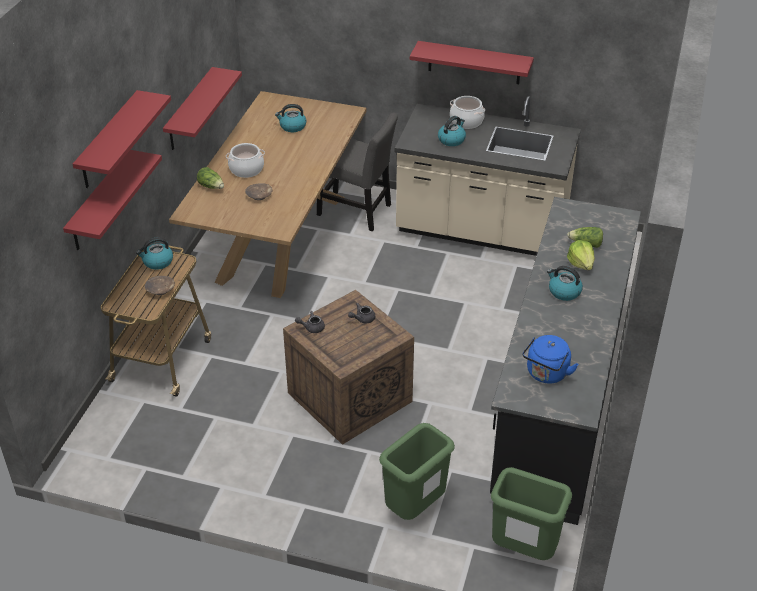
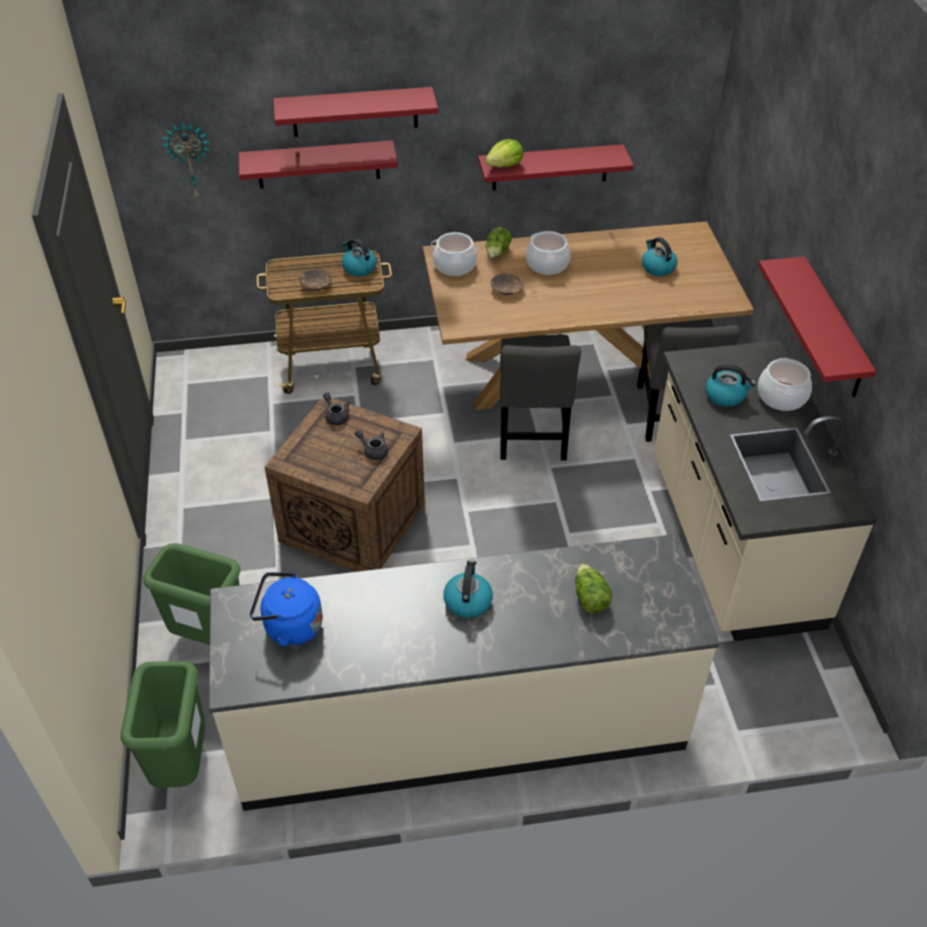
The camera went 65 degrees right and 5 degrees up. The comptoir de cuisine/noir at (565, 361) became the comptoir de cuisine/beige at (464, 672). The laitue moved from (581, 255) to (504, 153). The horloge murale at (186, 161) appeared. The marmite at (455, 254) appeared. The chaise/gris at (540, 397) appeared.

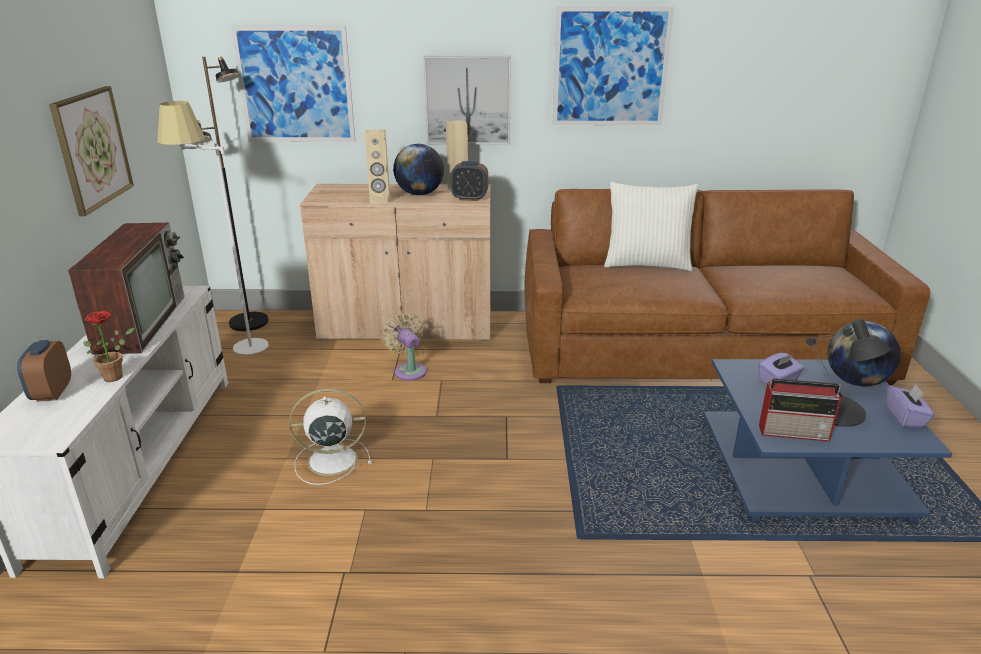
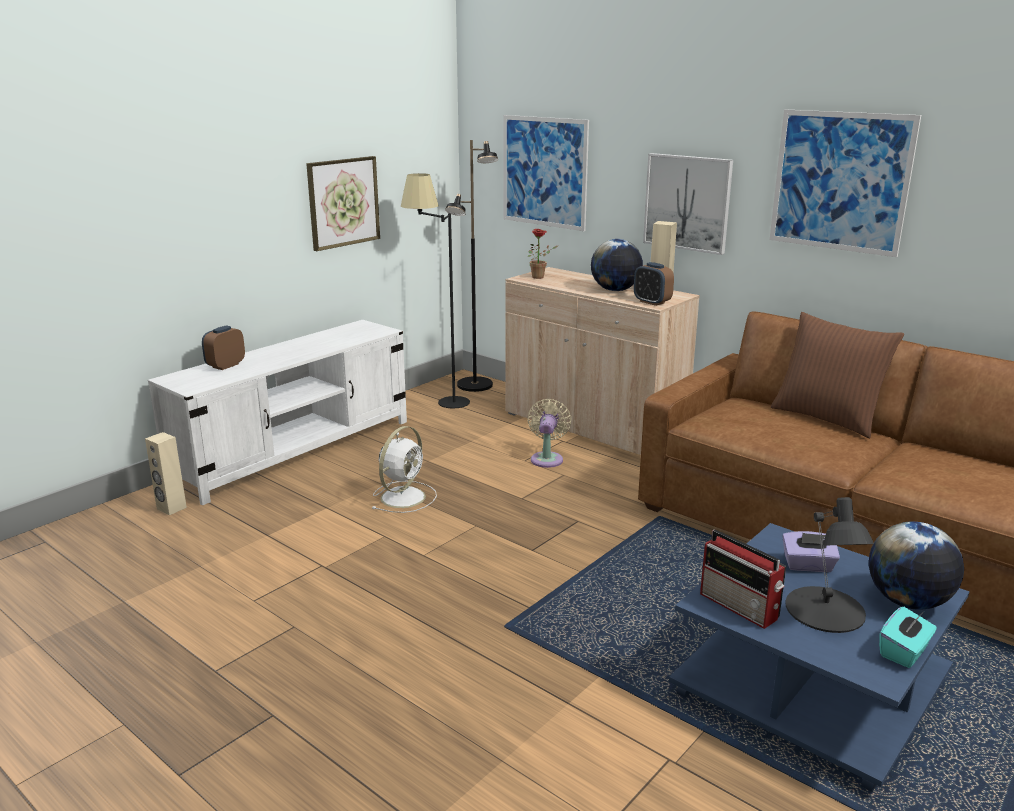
The camera went 40 degrees right and 5 degrees down. The lampadaire/blanc at (213, 228) became the lampadaire/noir at (435, 291). The enceinte/beige moved from (377, 167) to (166, 473). The coussin/blanc at (651, 226) became the coussin/marron at (837, 375). The téléviseur at (126, 289) disappeared. The plante en pot moved from (109, 346) to (543, 254). The boîte à mouchoirs/violet at (910, 405) became the boîte à mouchoirs/turquoise at (908, 637). The ventilateur/blanc at (330, 437) turned 90 degrees clockwise.

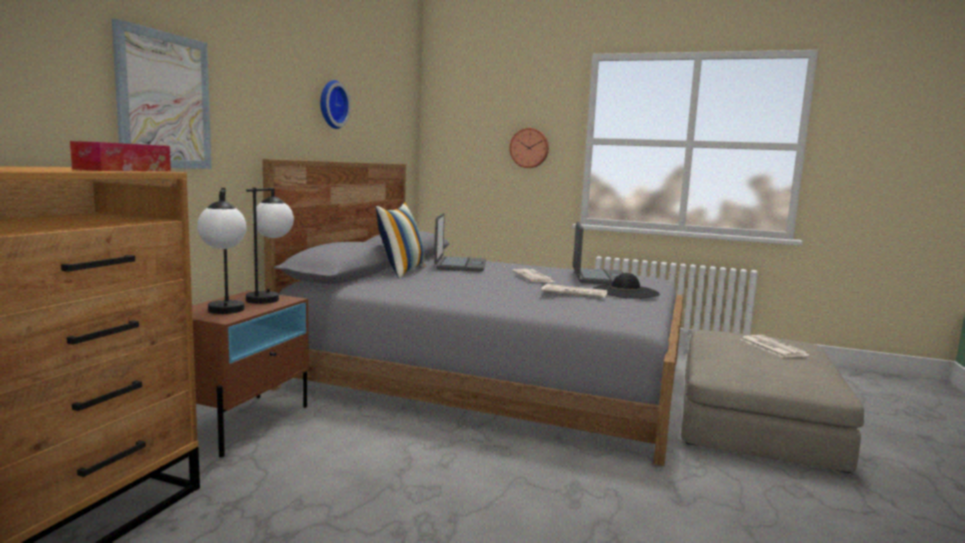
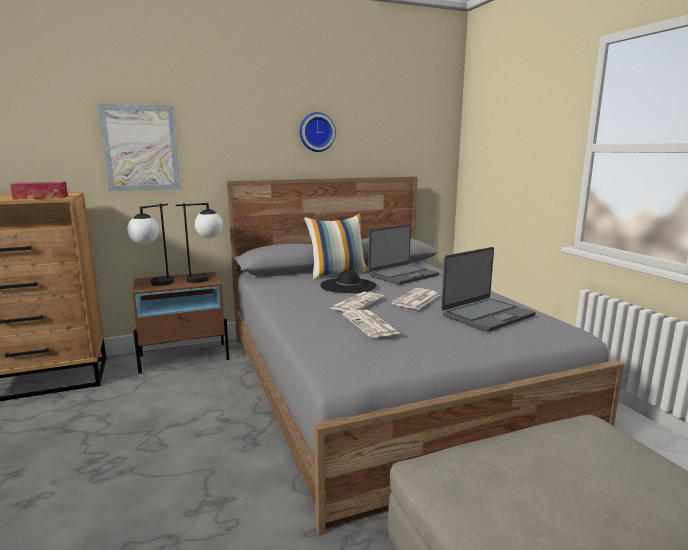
The camera went 50 degrees right and 5 degrees up. The horloge murale at (529, 148) disappeared. The chapeau/noir moved from (626, 286) to (349, 281). The journal moved from (775, 346) to (357, 302).

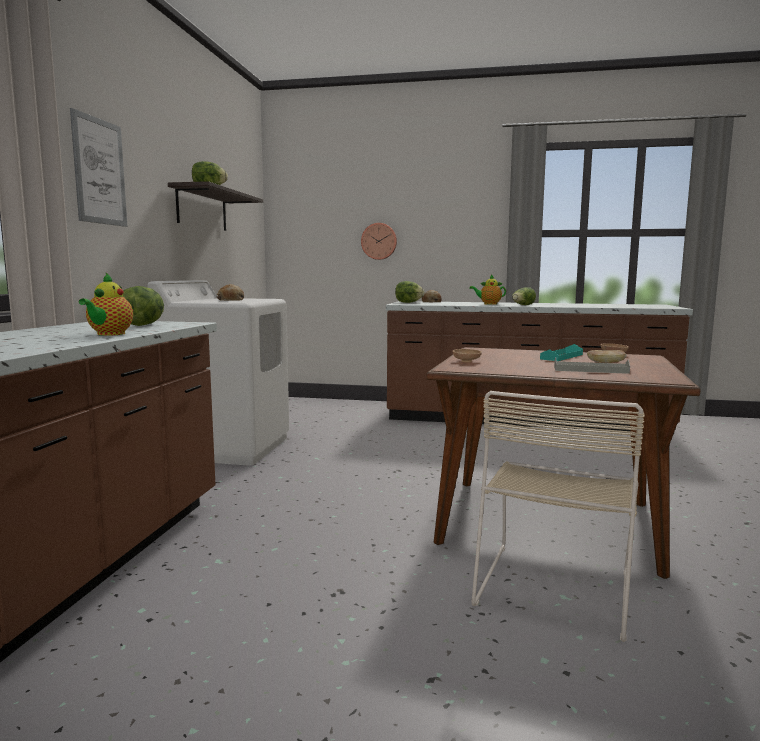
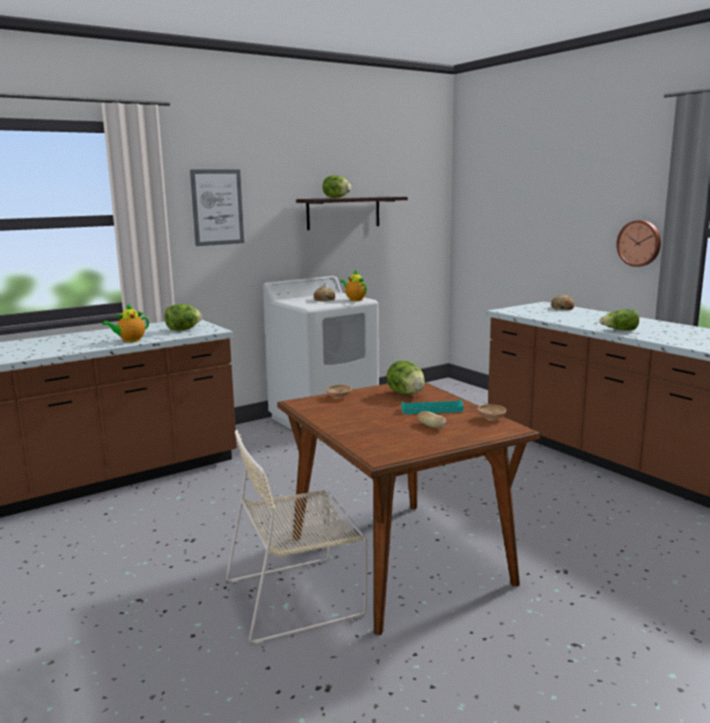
The camera went 45 degrees right and 5 degrees up. The horloge murale moved from (379, 241) to (638, 243). The théière moved from (487, 289) to (353, 285). The laitue moved from (409, 292) to (405, 378). The plateau/gris at (592, 365) disappeared.

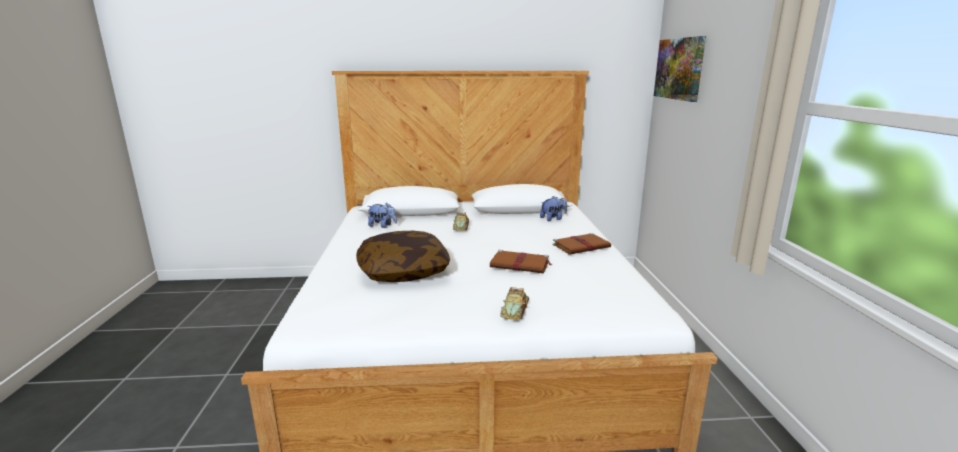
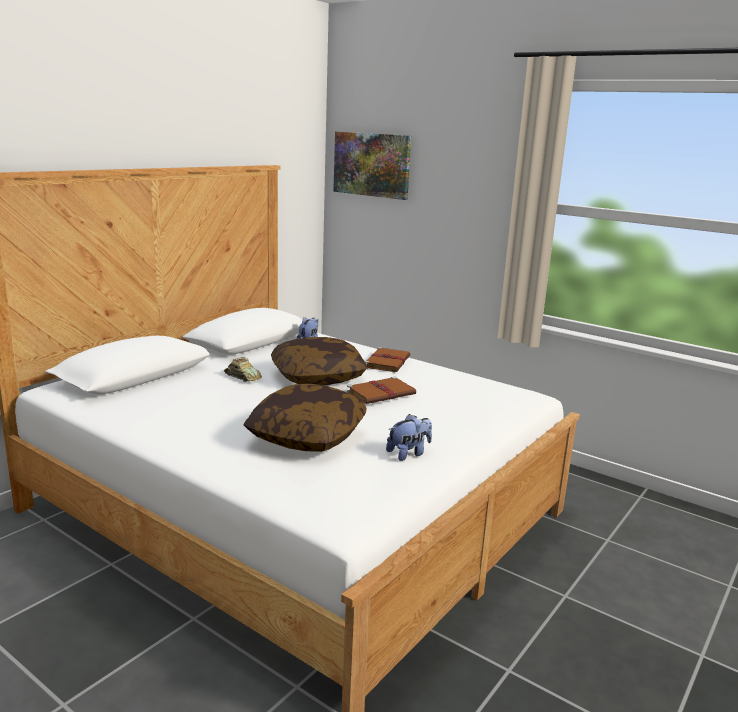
The camera went 50 degrees left and 0 degrees up. The peluche moved from (382, 215) to (409, 437). The petite voiture at (514, 303) disappeared. The coussin at (319, 361) appeared.

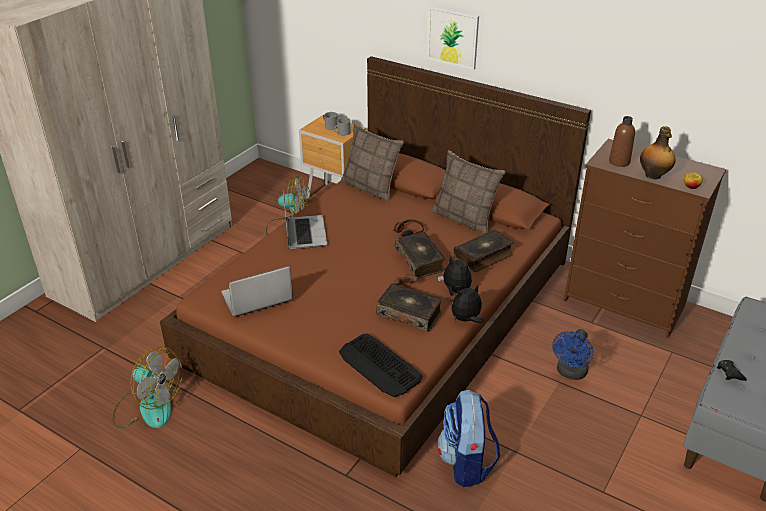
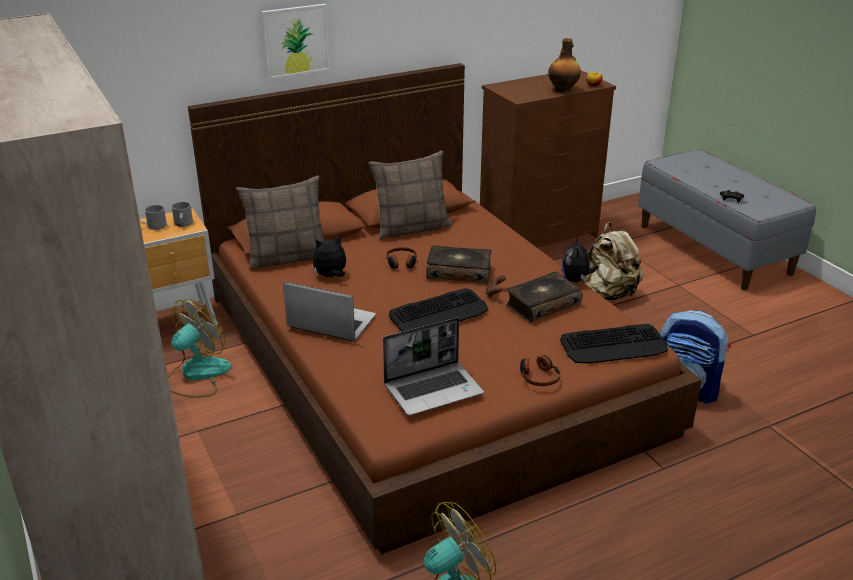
The camera went 60 degrees left and 5 degrees down. The bouteille/marron at (622, 141) disappeared. The livre at (483, 251) disappeared. The peluche moved from (455, 276) to (329, 256). The ordinateur portable at (257, 291) turned 120 degrees counterclockwise. The ventilateur/bleu at (573, 354) was replaced by the sac à dos/beige at (612, 261). The clavier at (438, 309) appeared. The casque audio at (540, 370) appeared.

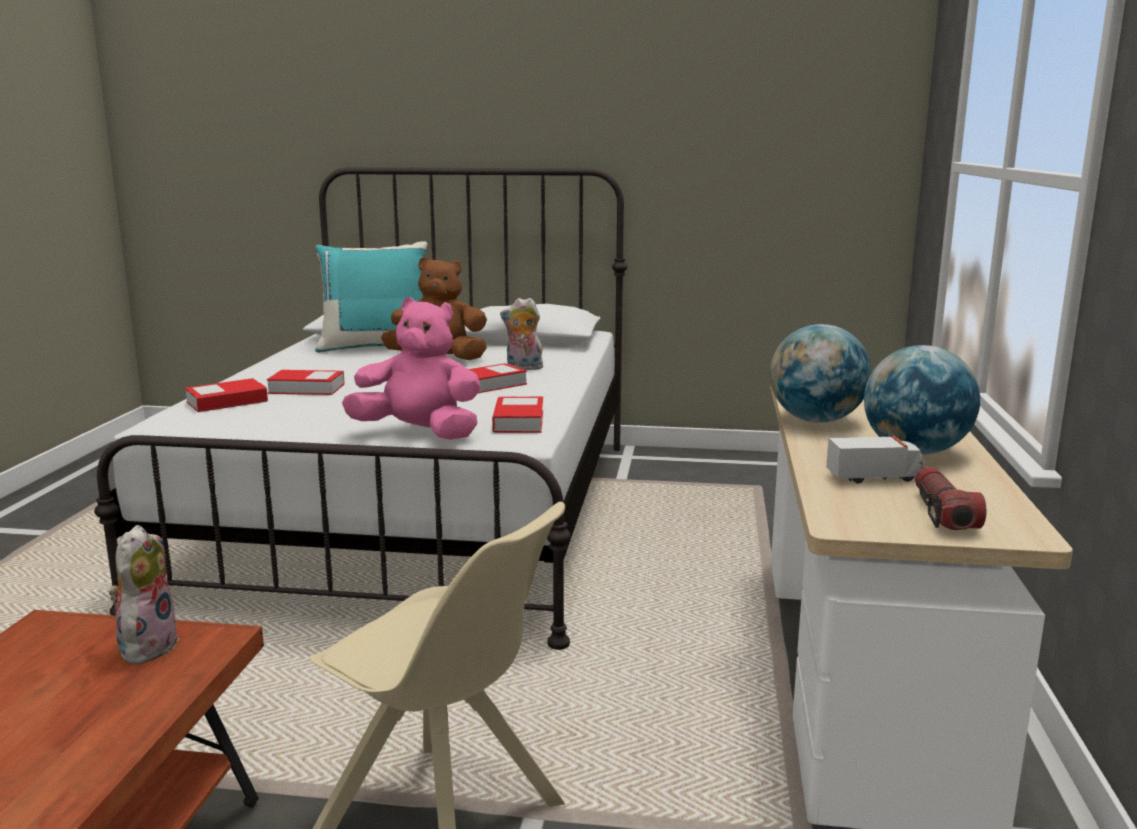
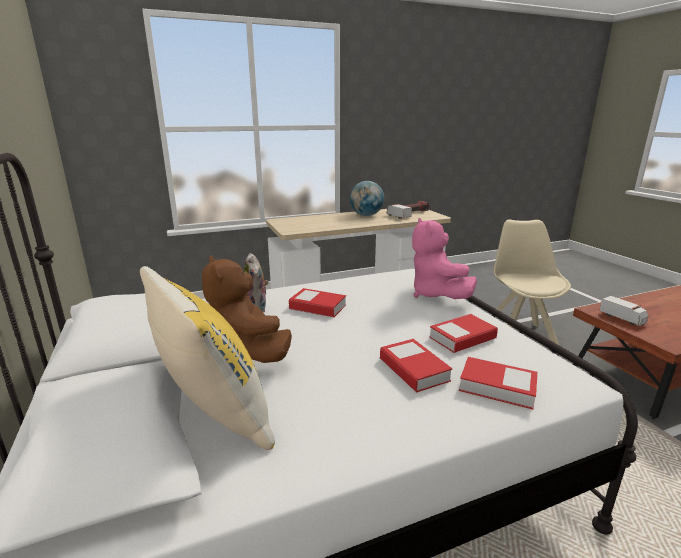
The camera went 120 degrees left and 5 degrees up. The coussin/turquoise at (371, 297) became the coussin/jaune at (207, 358). The globe at (820, 373) disappeared. The livre moved from (517, 415) to (463, 333). The peluche at (144, 595) was replaced by the camion jouet at (623, 311).

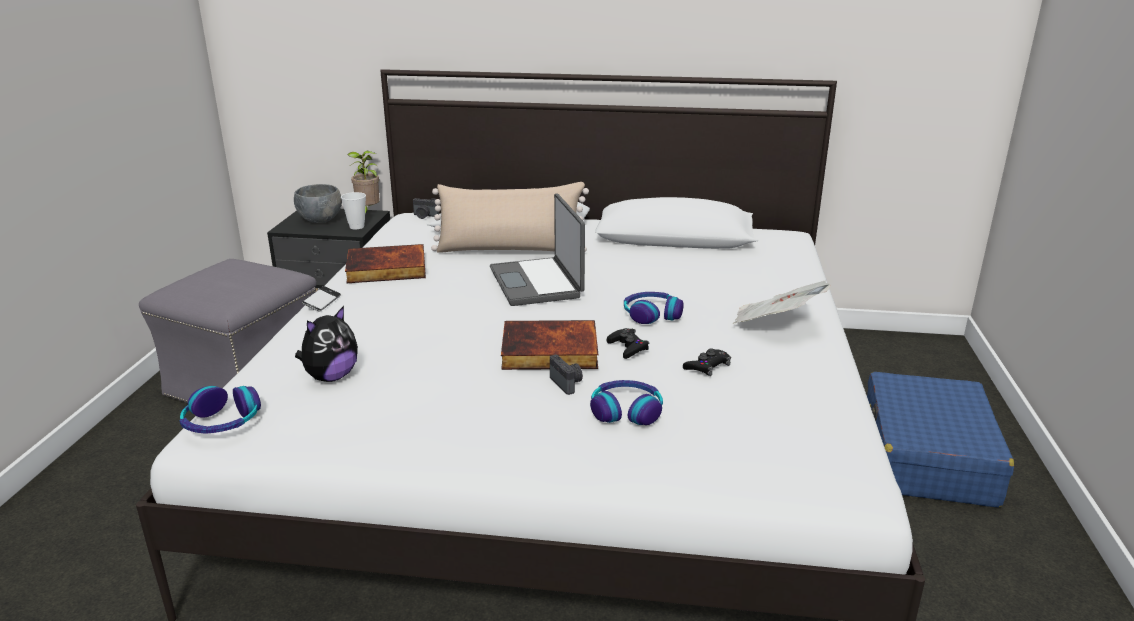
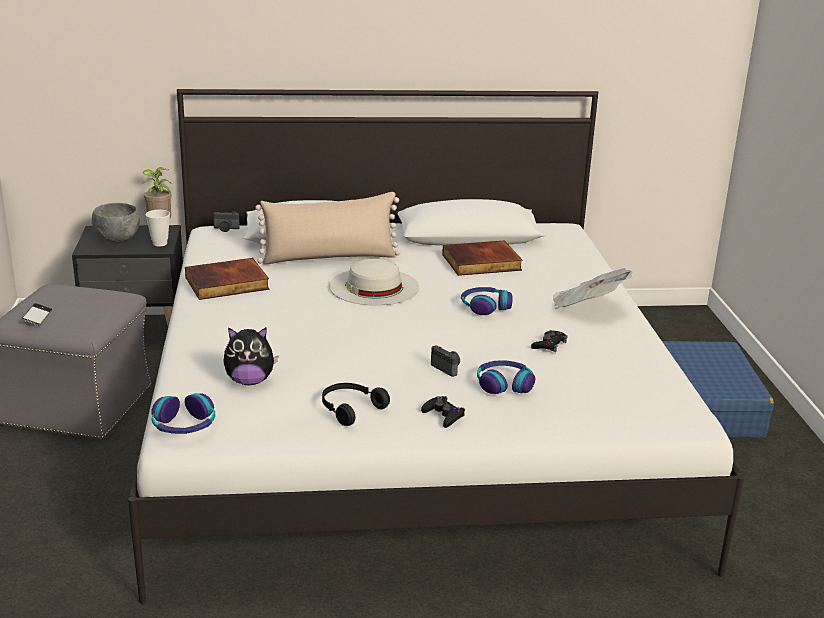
The camera went 15 degrees left and 0 degrees up. The ordinateur portable at (537, 249) was replaced by the chapeau/blanc at (374, 282). The téléphone moved from (321, 299) to (37, 314). The peluche at (326, 344) turned 60 degrees clockwise. The livre moved from (549, 345) to (482, 258). The manette/noir moved from (628, 343) to (443, 412). The casque audio/noir at (356, 404) appeared.

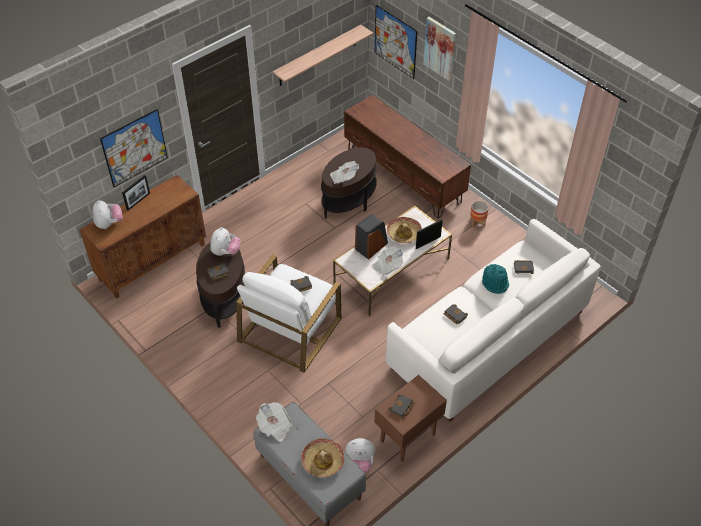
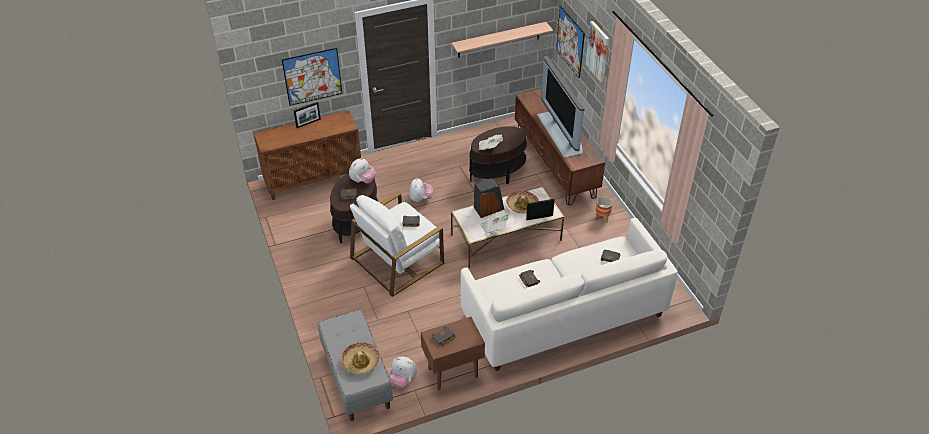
The camera went 20 degrees right and 5 degrees down. The peluche moved from (107, 214) to (421, 190). The chapeau/turquoise at (495, 279) disappeared. The journal at (274, 422) disappeared. The téléviseur at (560, 107) appeared.

